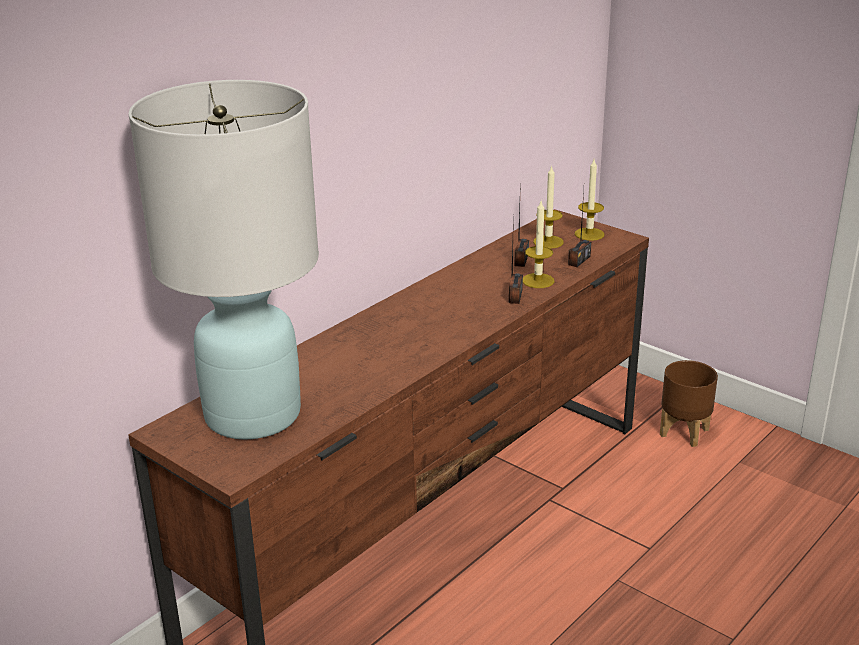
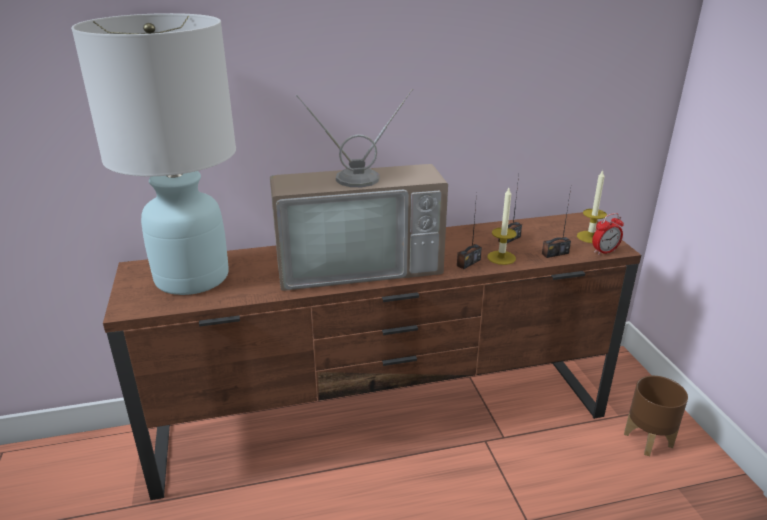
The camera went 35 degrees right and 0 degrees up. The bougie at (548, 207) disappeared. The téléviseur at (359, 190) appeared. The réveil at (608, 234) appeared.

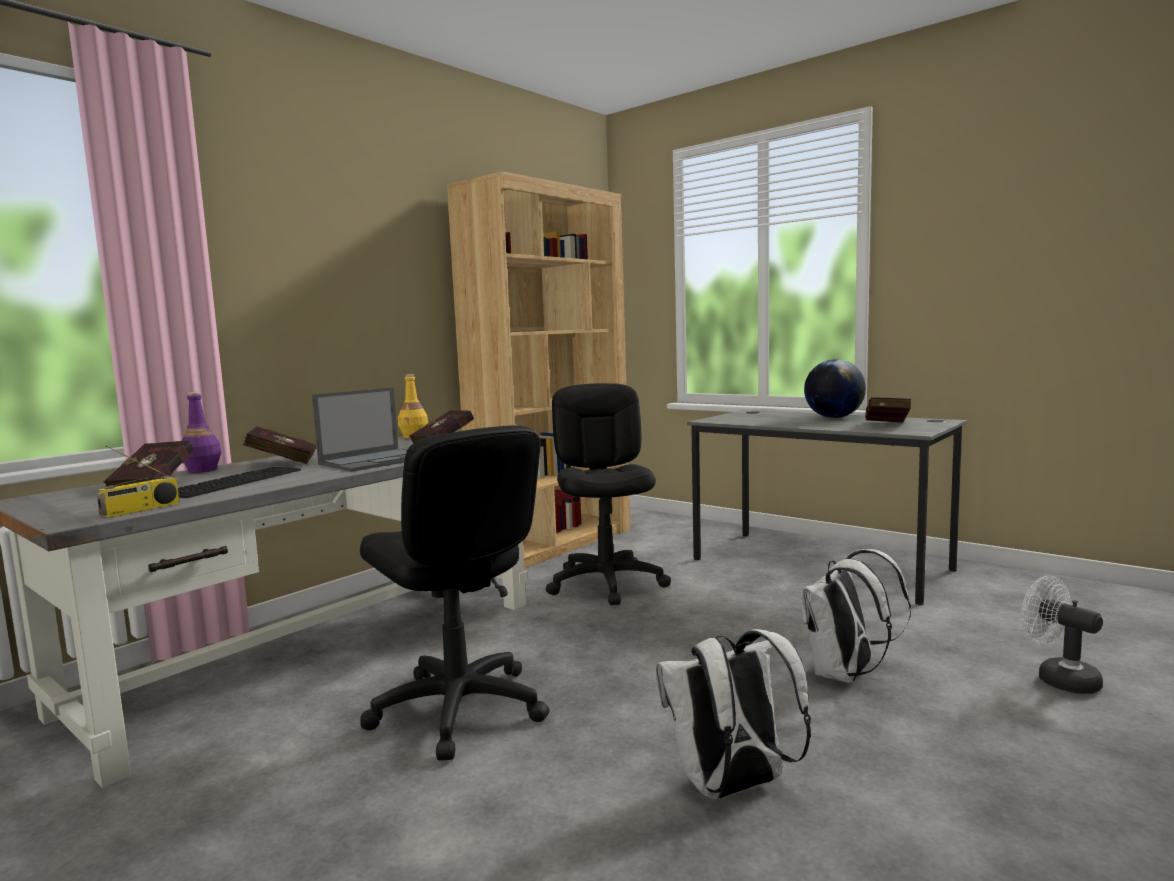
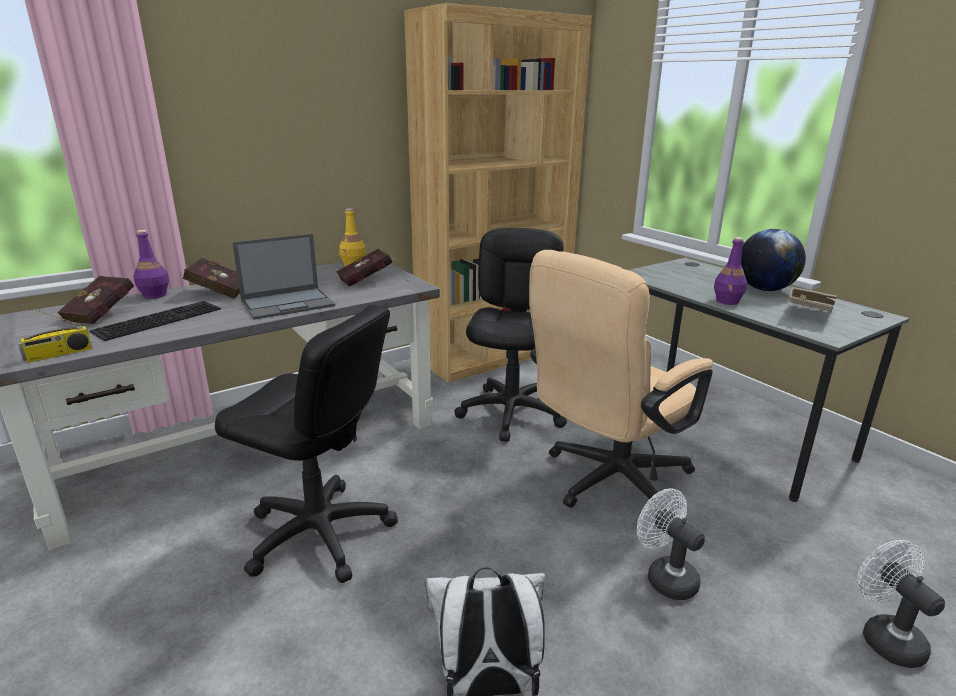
The camera went 15 degrees right and 15 degrees up. The livre/rouge at (888, 410) became the livre/beige at (813, 299). The chaise de bureau/noir at (454, 593) turned 45 degrees counterclockwise. The sac à dos/blanc at (856, 616) was replaced by the ventilateur/blanc at (671, 544). The bouteille/violet at (730, 271) appeared. The chaise de bureau/beige at (621, 381) appeared.

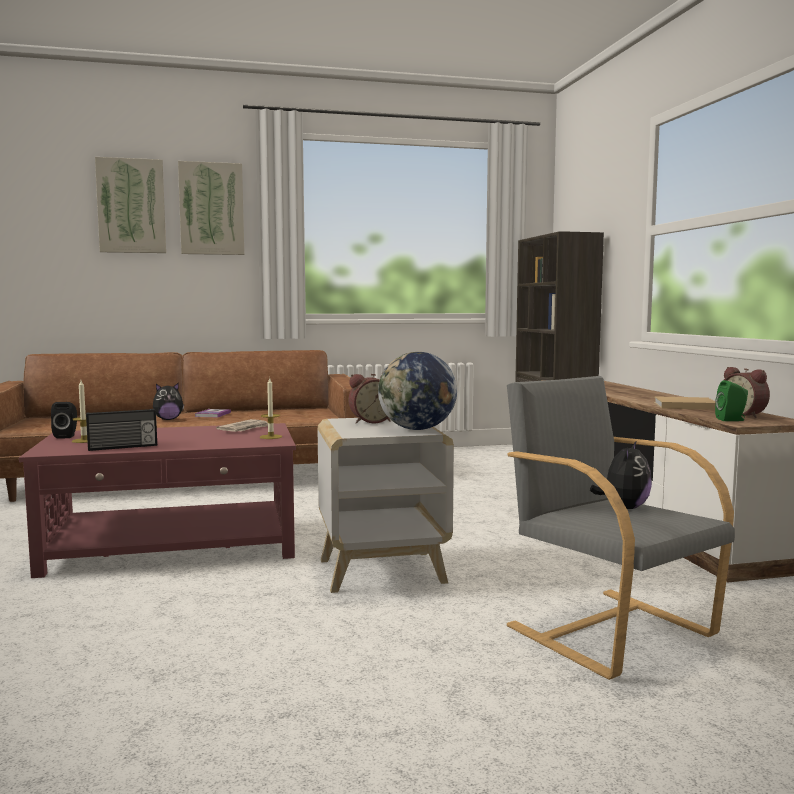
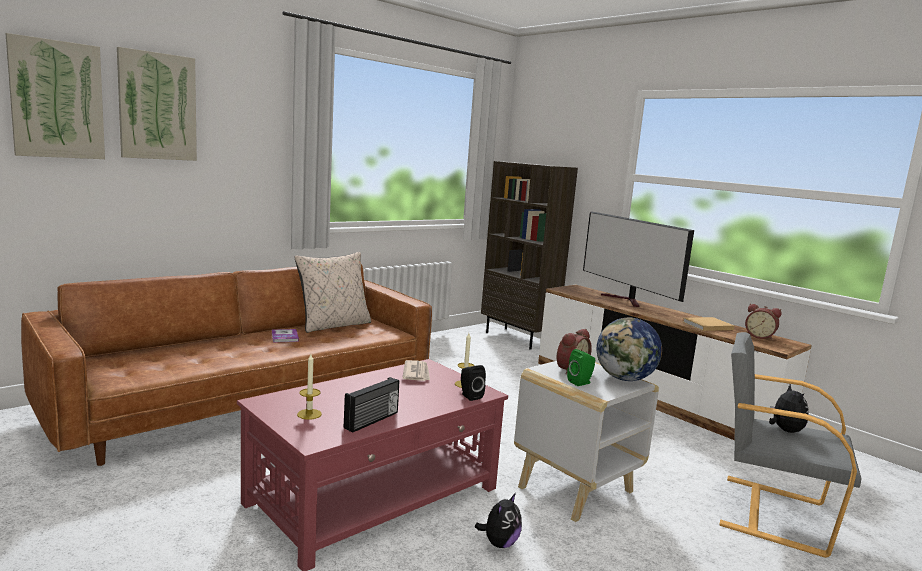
The camera went 30 degrees left and 5 degrees up. The tableau moved from (211, 208) to (55, 96). The enceinte/vert moved from (731, 400) to (581, 367). The peluche moved from (168, 401) to (498, 520). The enceinte/noir moved from (64, 420) to (473, 383). The téléviseur at (638, 259) appeared. The coussin/beige at (333, 292) appeared.

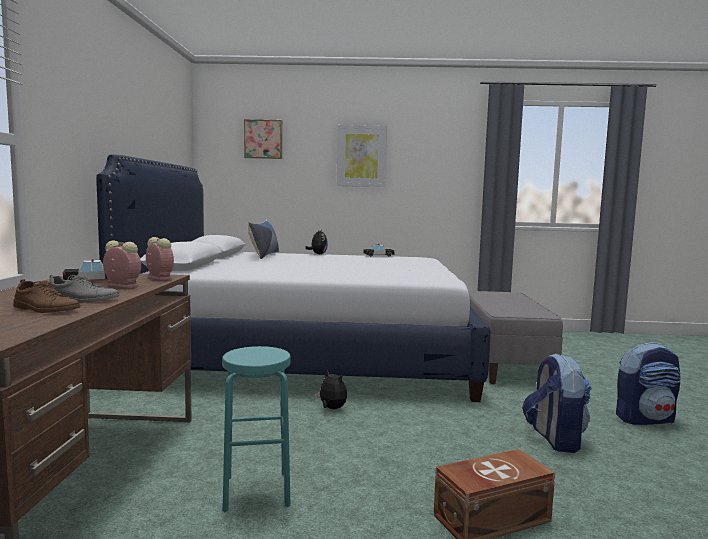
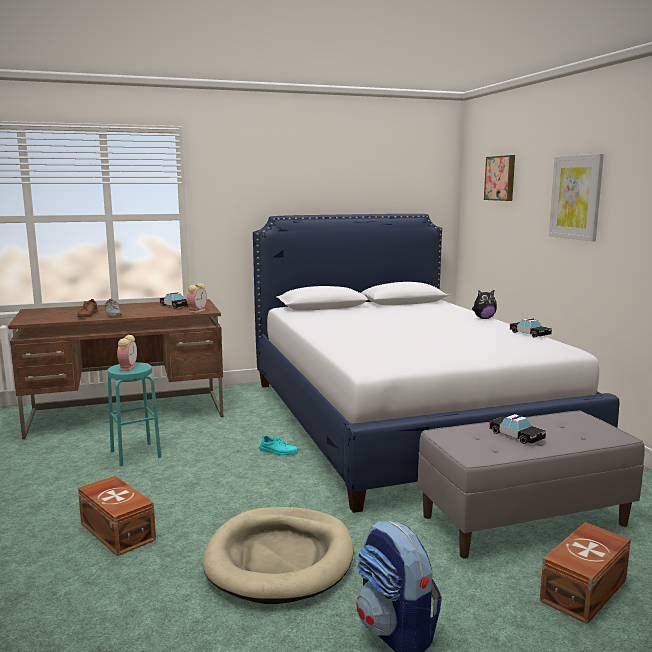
The camera went 70 degrees right and 5 degrees up. The coussin at (263, 239) disappeared. The réveil moved from (122, 264) to (127, 353). The sac à dos at (557, 403) was replaced by the panier pour chien/beige at (278, 555). The peluche at (331, 389) was replaced by the chaussure/turquoise at (278, 445). The petite voiture at (517, 429) appeared. The boîte de rangement/marron at (585, 573) appeared.

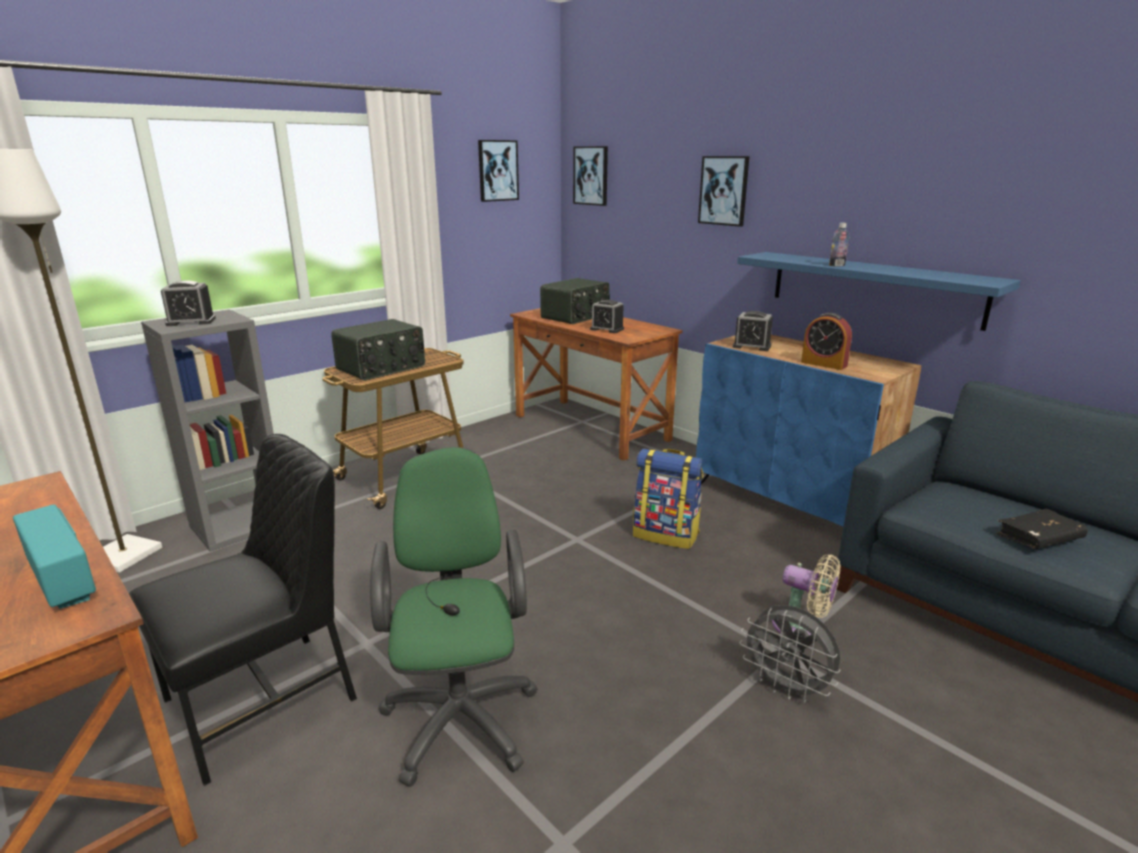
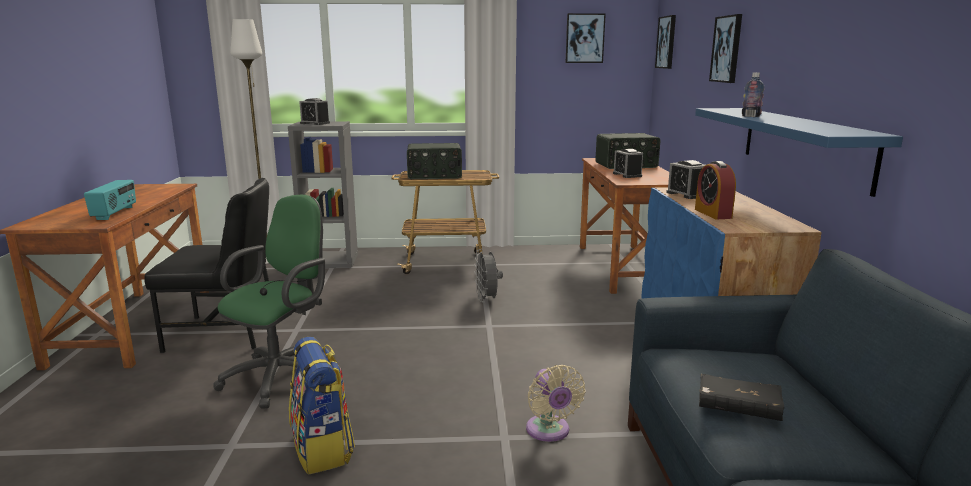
The camera went 40 degrees right and 5 degrees down. The sac à dos moved from (668, 499) to (322, 406). The ventilateur/gris moved from (790, 654) to (488, 275).

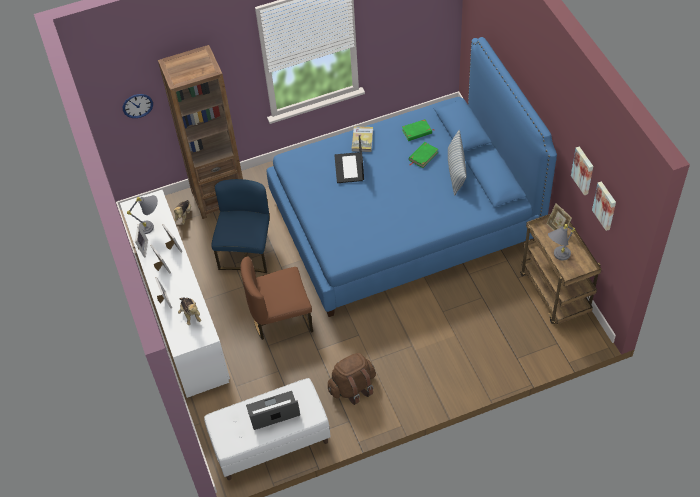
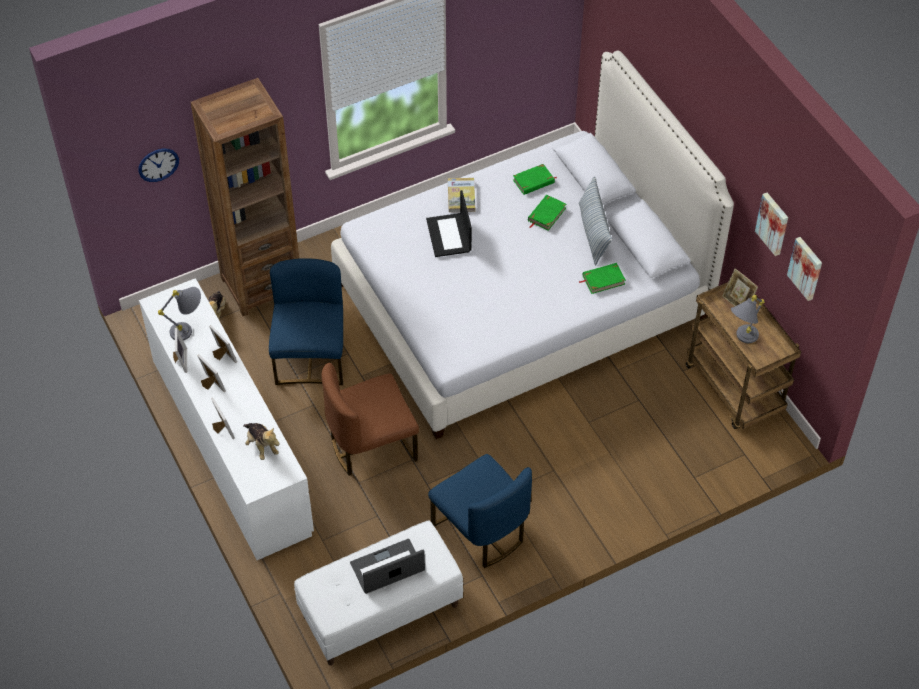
The camera went 10 degrees left and 0 degrees up. The lit/bleu at (412, 177) became the lit/blanc at (532, 245). The sac à dos/marron at (352, 379) was replaced by the chaise/bleu at (480, 511). The livre/vert at (602, 278) appeared.

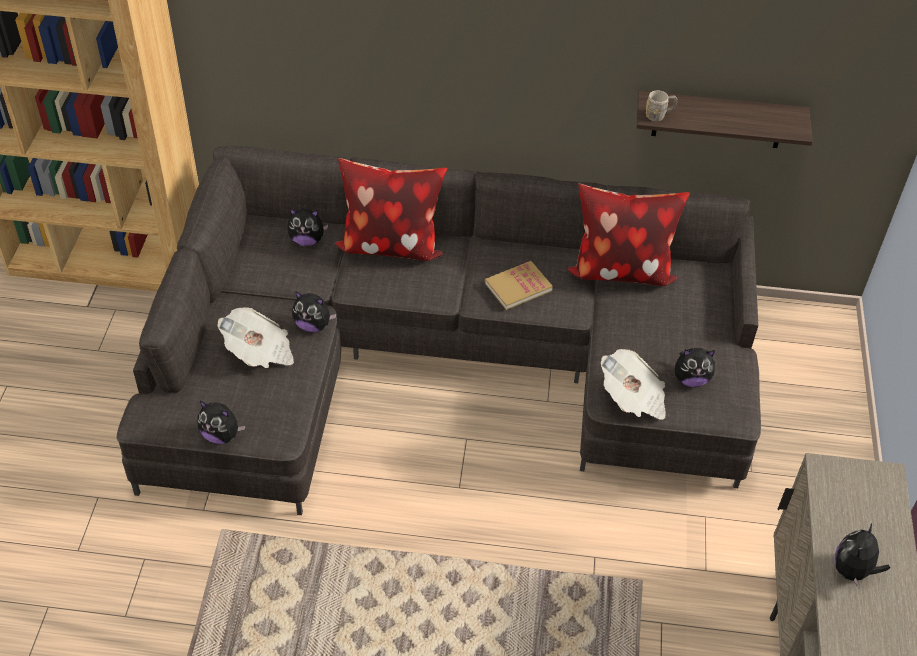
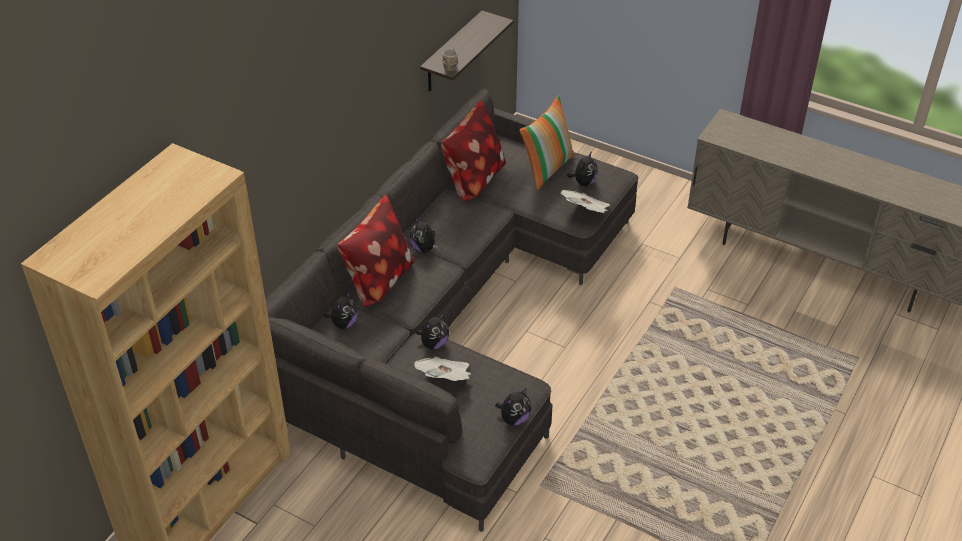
The camera went 65 degrees left and 5 degrees down. The livre at (519, 285) disappeared. The peluche moved from (862, 556) to (424, 235). The coussin at (547, 142) appeared.

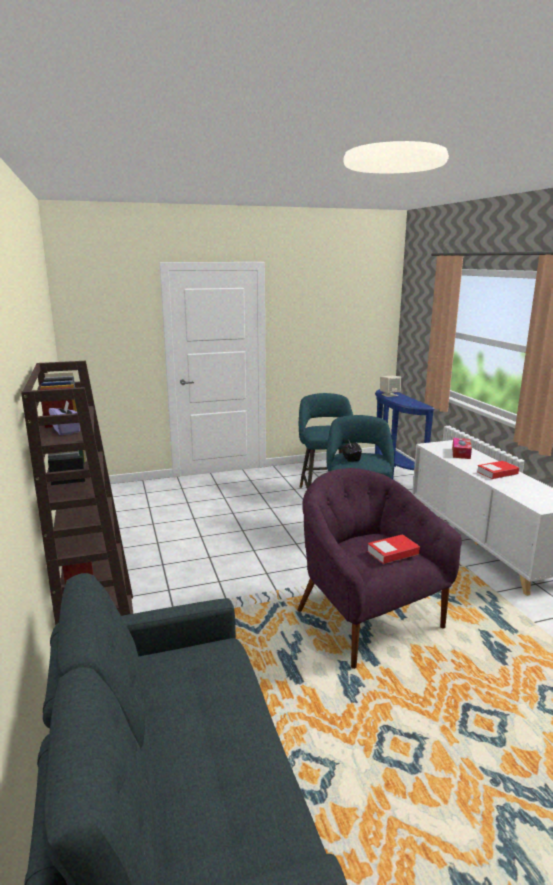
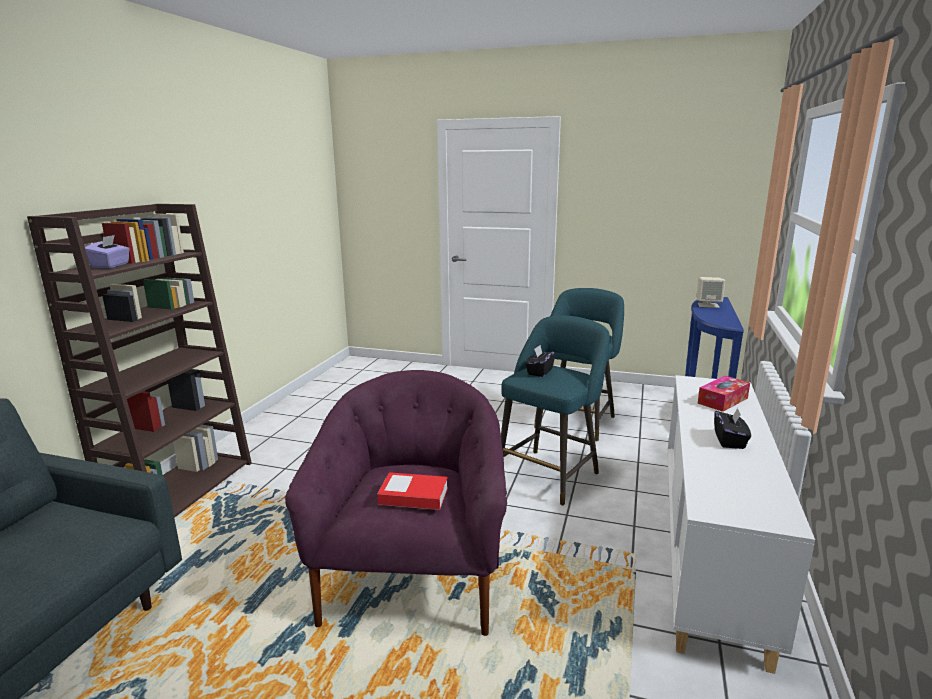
The camera went 35 degrees right and 0 degrees up. The livre at (498, 470) was replaced by the boîte à mouchoirs/noir at (732, 428).

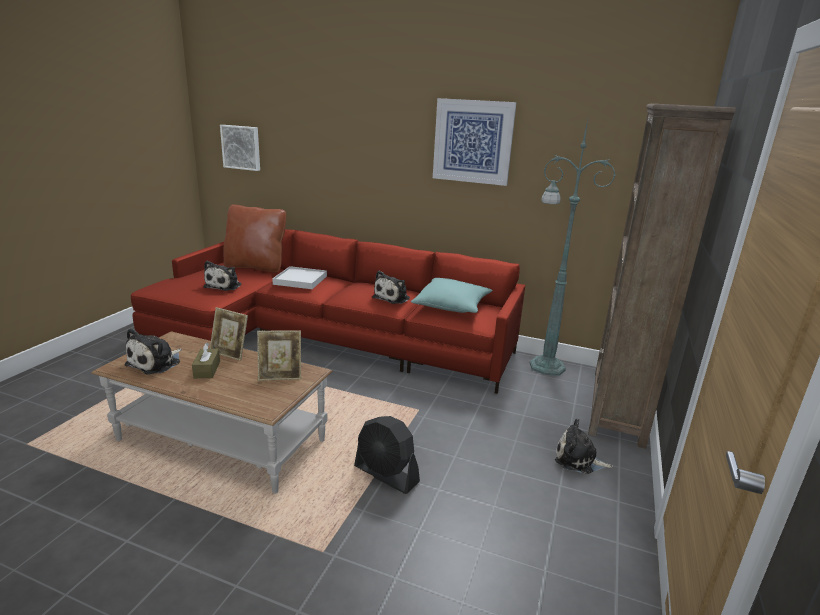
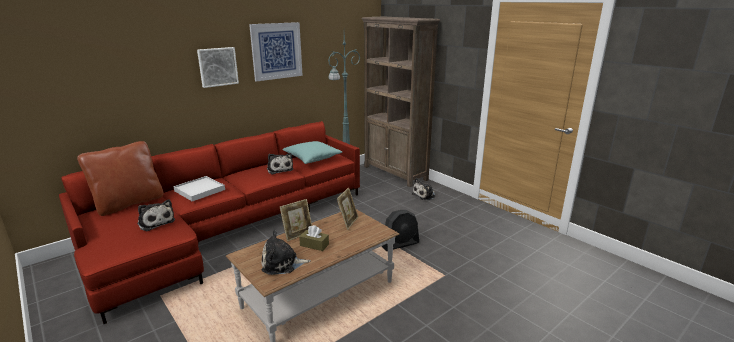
The camera went 60 degrees left and 0 degrees up. The tableau moved from (240, 148) to (218, 67). The peluche at (152, 351) turned 120 degrees clockwise.

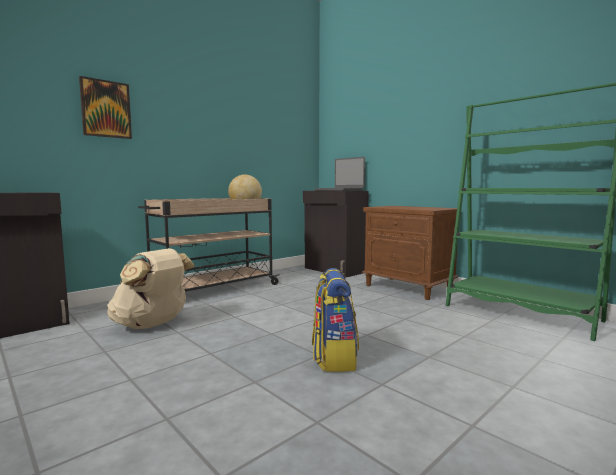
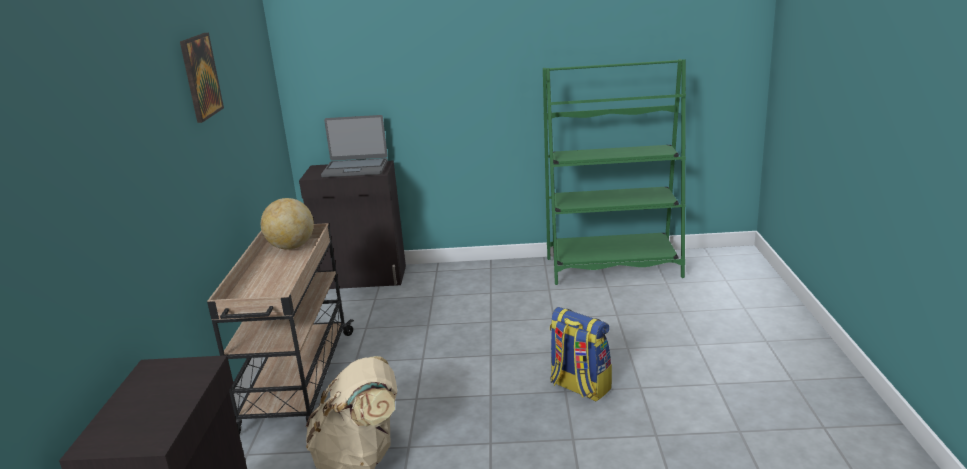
The camera went 45 degrees left and 15 degrees up. The tableau moved from (105, 107) to (202, 78). The table de chevet/marron at (410, 253) disappeared.

